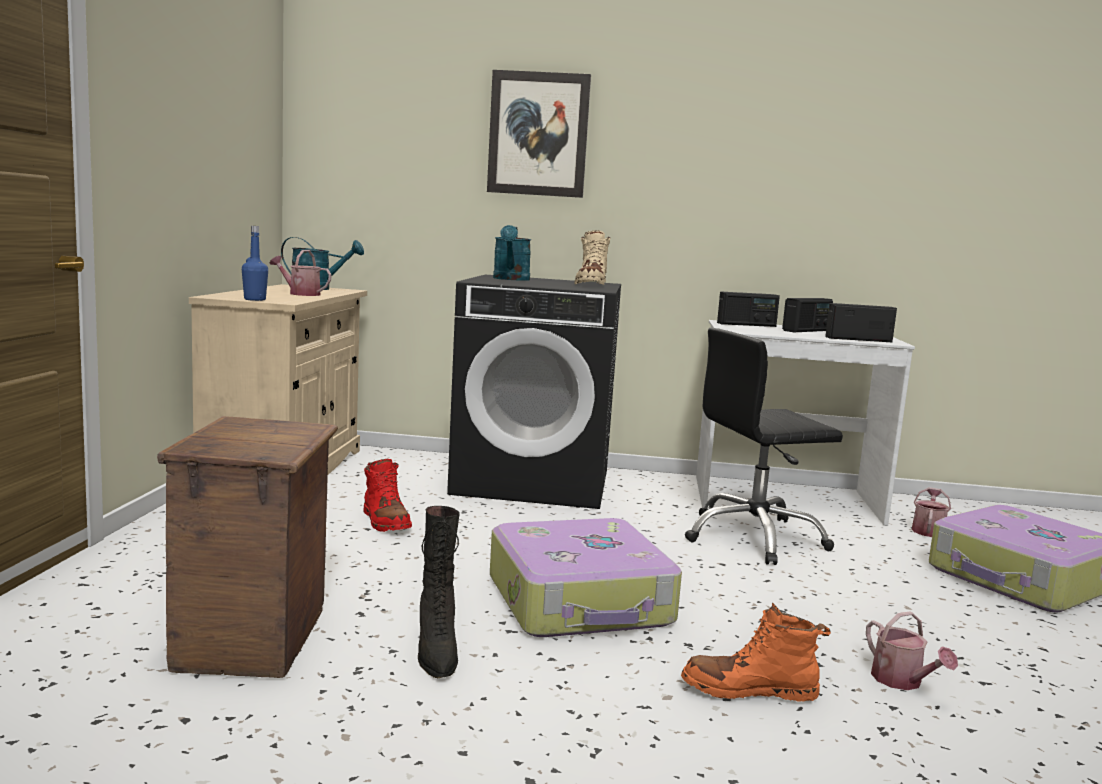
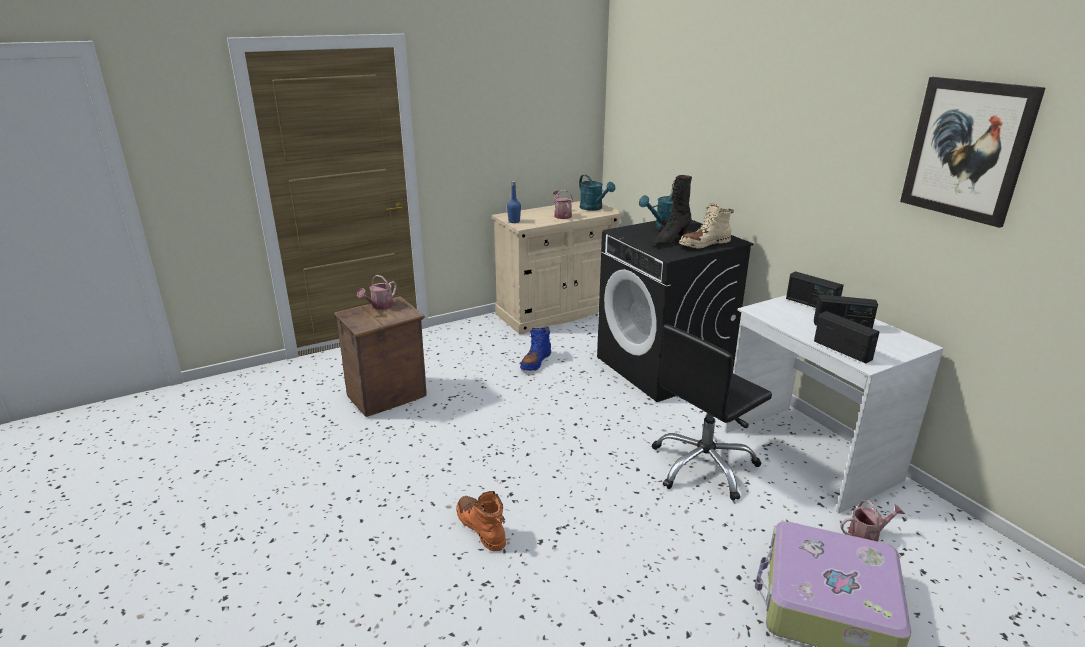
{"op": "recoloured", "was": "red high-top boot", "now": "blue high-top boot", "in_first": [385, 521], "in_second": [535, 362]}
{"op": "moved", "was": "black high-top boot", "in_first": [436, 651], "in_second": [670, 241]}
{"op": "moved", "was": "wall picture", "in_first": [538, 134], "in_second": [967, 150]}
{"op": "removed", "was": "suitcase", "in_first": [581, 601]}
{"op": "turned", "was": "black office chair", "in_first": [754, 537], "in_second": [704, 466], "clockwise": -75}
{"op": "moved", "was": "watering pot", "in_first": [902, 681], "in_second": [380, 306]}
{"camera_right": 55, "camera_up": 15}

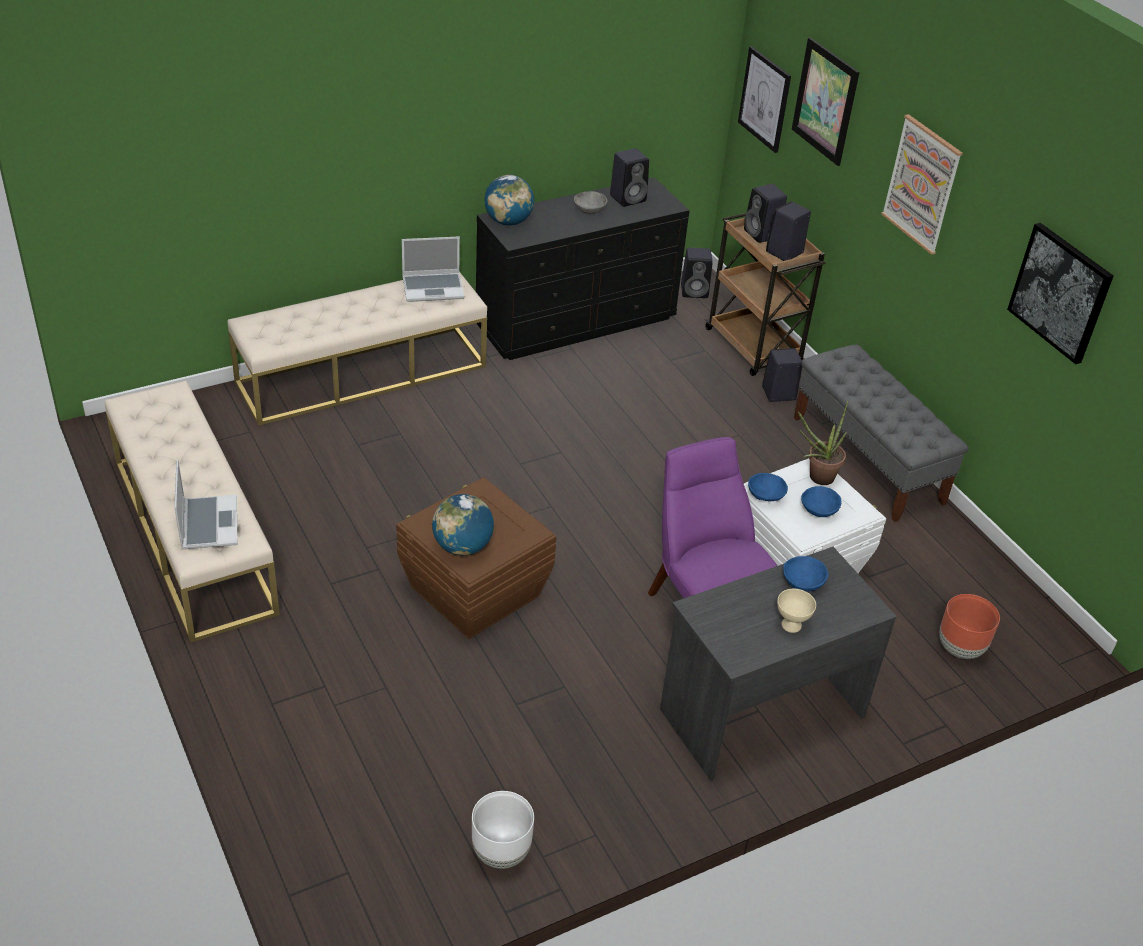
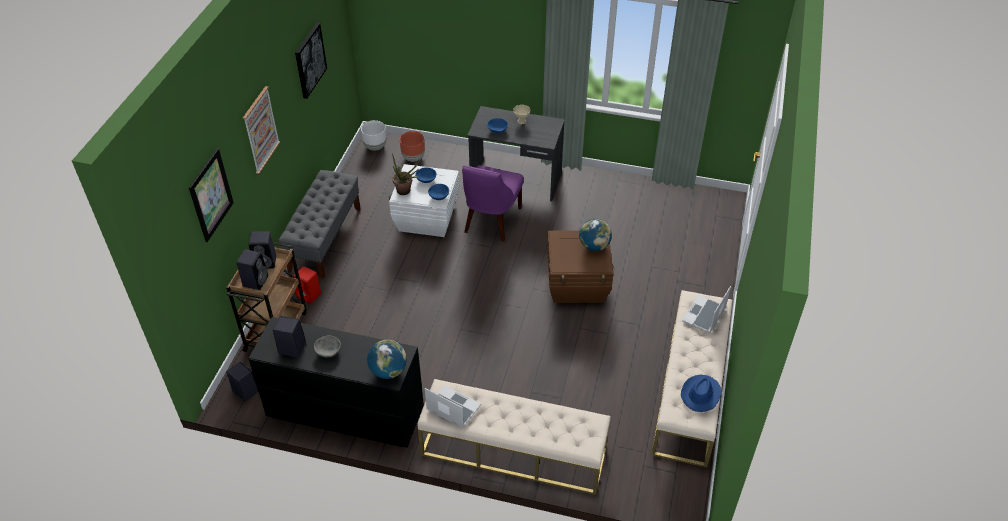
{"op": "moved", "was": "white-coloured plant pot", "in_first": [500, 852], "in_second": [375, 147]}
{"op": "removed", "was": "wall picture", "in_first": [765, 99]}
{"op": "recoloured", "was": "black loudspeaker", "now": "red loudspeaker", "in_first": [777, 394], "in_second": [310, 295]}
{"op": "added", "now": "blue clothing hat", "in_second": [700, 394]}
{"camera_right": -135, "camera_up": 5}

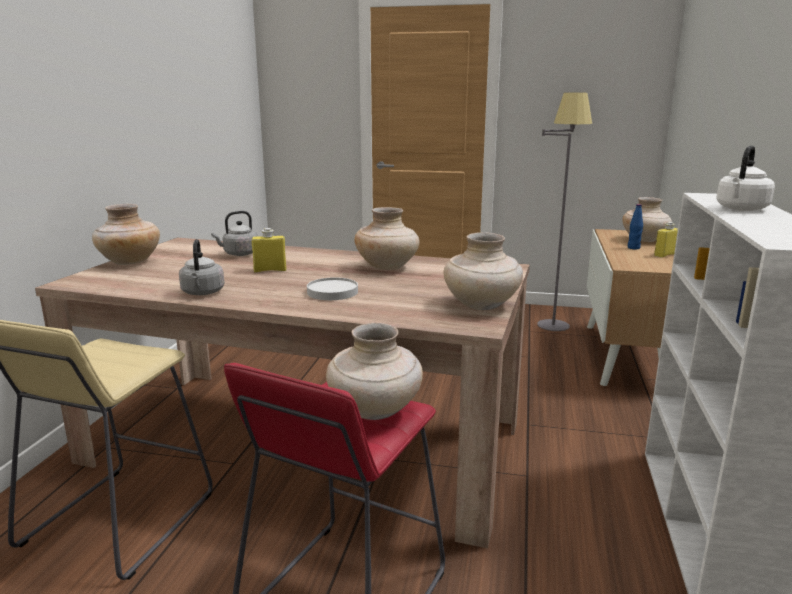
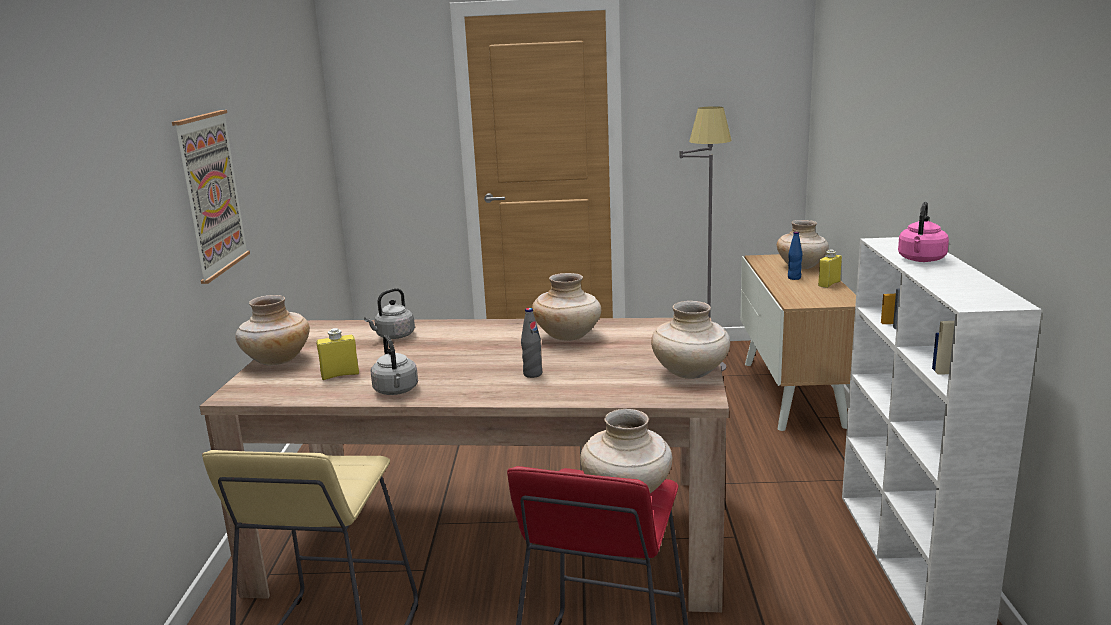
{"op": "moved", "was": "yellow-coloured drink bottle", "in_first": [270, 270], "in_second": [340, 375]}
{"op": "replaced", "was": "white-coloured plate", "now": "grey drink bottle", "in_first": [332, 292], "in_second": [532, 374]}
{"op": "recoloured", "was": "white-coloured water kettle", "now": "pinkish water kettle", "in_first": [741, 209], "in_second": [921, 260]}
{"op": "added", "now": "wall picture", "in_second": [211, 193]}
{"camera_right": -10, "camera_up": 0}

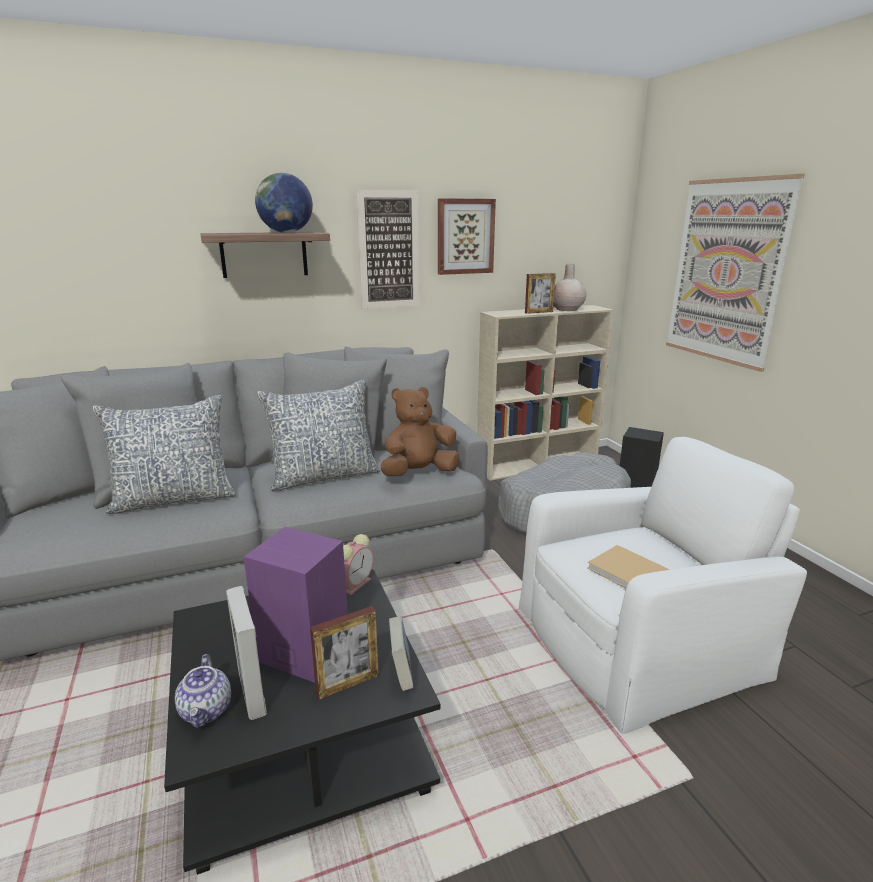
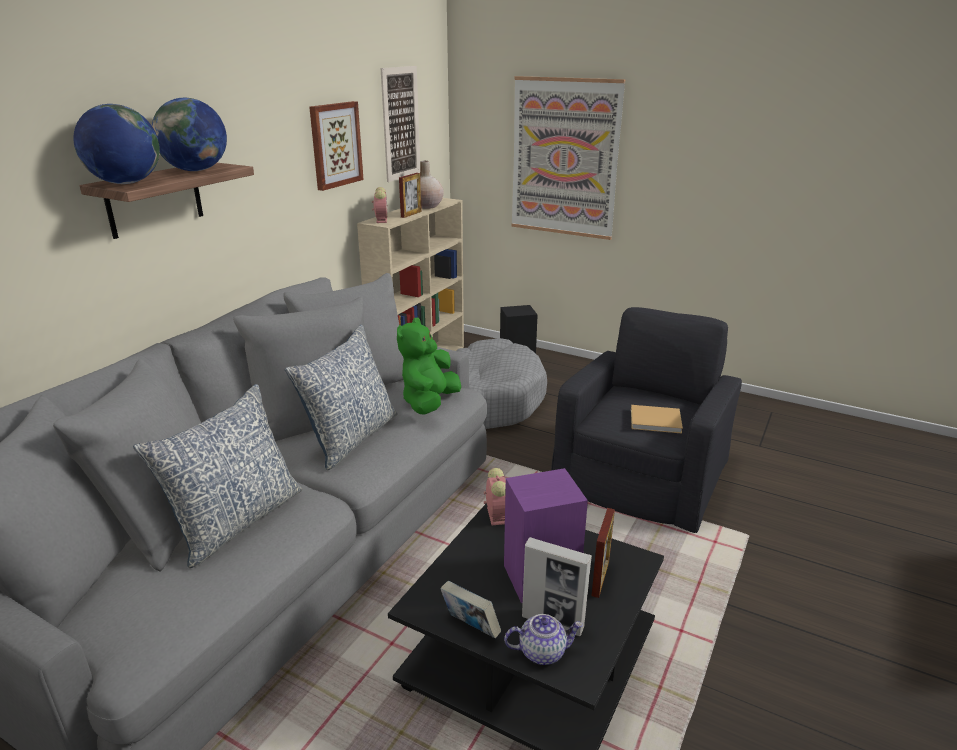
{"op": "turned", "was": "tea pot", "in_first": [207, 710], "in_second": [542, 651], "clockwise": -45}
{"op": "moved", "was": "wall picture", "in_first": [389, 250], "in_second": [401, 123]}
{"op": "recoloured", "was": "brown-coloured soft toy", "now": "green-coloured soft toy", "in_first": [419, 473], "in_second": [429, 403]}
{"op": "moved", "was": "bound book", "in_first": [401, 672], "in_second": [470, 627]}
{"op": "recoloured", "was": "white-coloured easy chair", "now": "black easy chair", "in_first": [640, 640], "in_second": [642, 472]}
{"op": "added", "now": "desk globe", "in_second": [125, 183]}
{"op": "added", "now": "table clock", "in_second": [381, 220]}
{"camera_right": -40, "camera_up": 5}

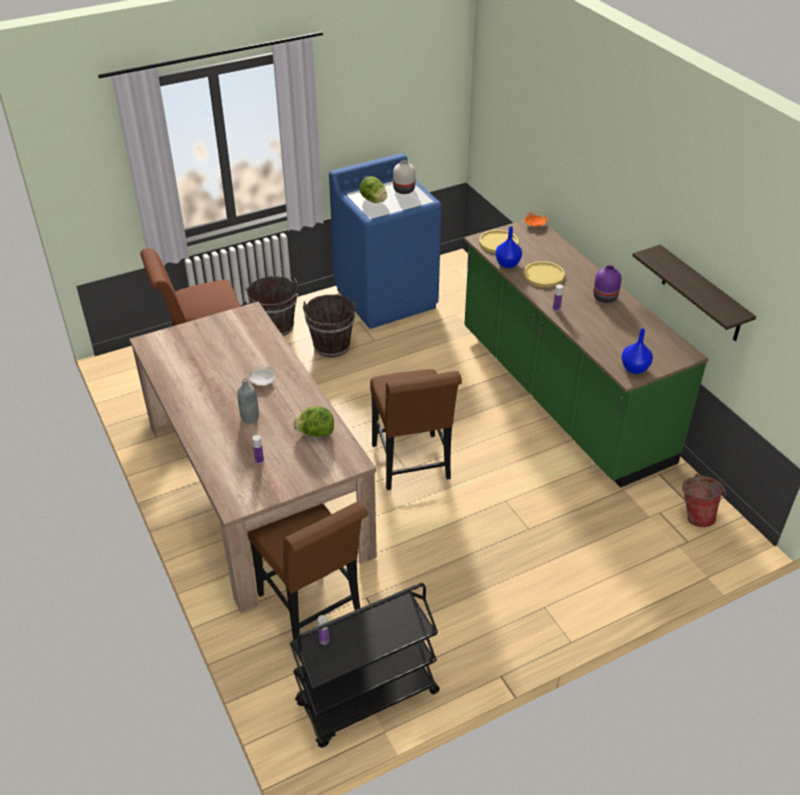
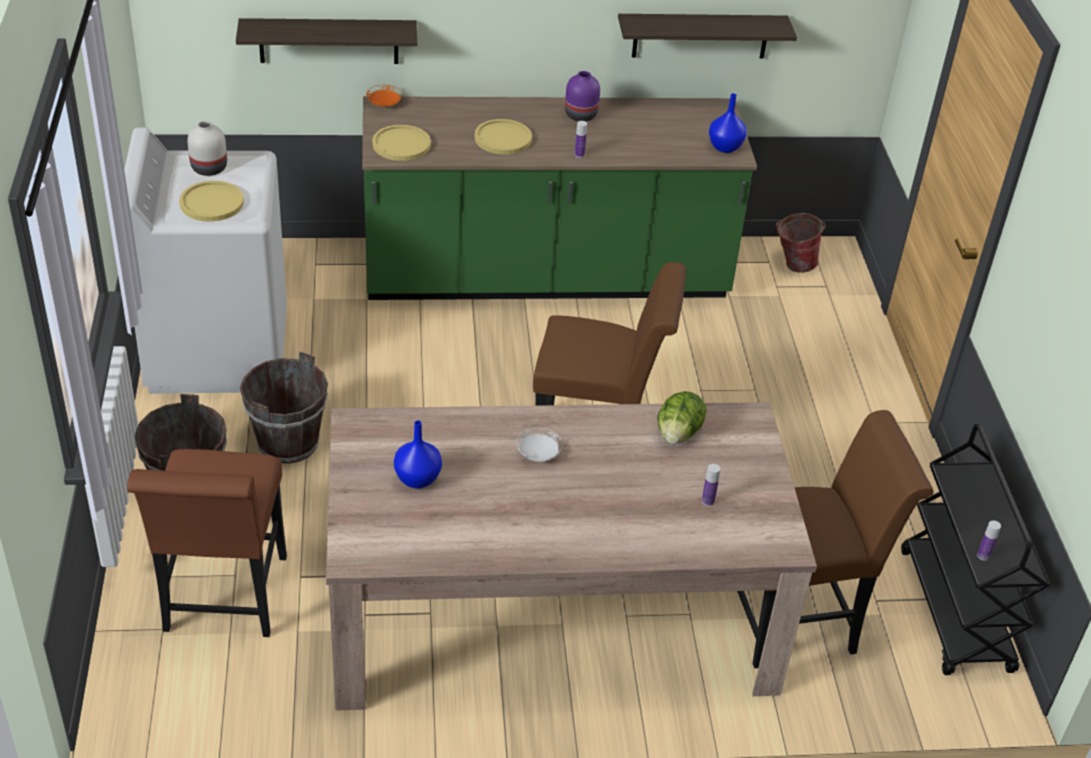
{"op": "removed", "was": "grey drink bottle", "in_first": [250, 418]}
{"op": "recoloured", "was": "blue laundry appliance", "now": "white-coloured laundry appliance", "in_first": [386, 298], "in_second": [217, 350]}
{"op": "replaced", "was": "lettuce head", "now": "yellow-coloured plate", "in_first": [373, 200], "in_second": [211, 203]}
{"op": "moved", "was": "blue vase", "in_first": [508, 264], "in_second": [418, 478]}
{"op": "added", "now": "wall shelf", "in_second": [328, 41]}
{"camera_right": -70, "camera_up": 0}

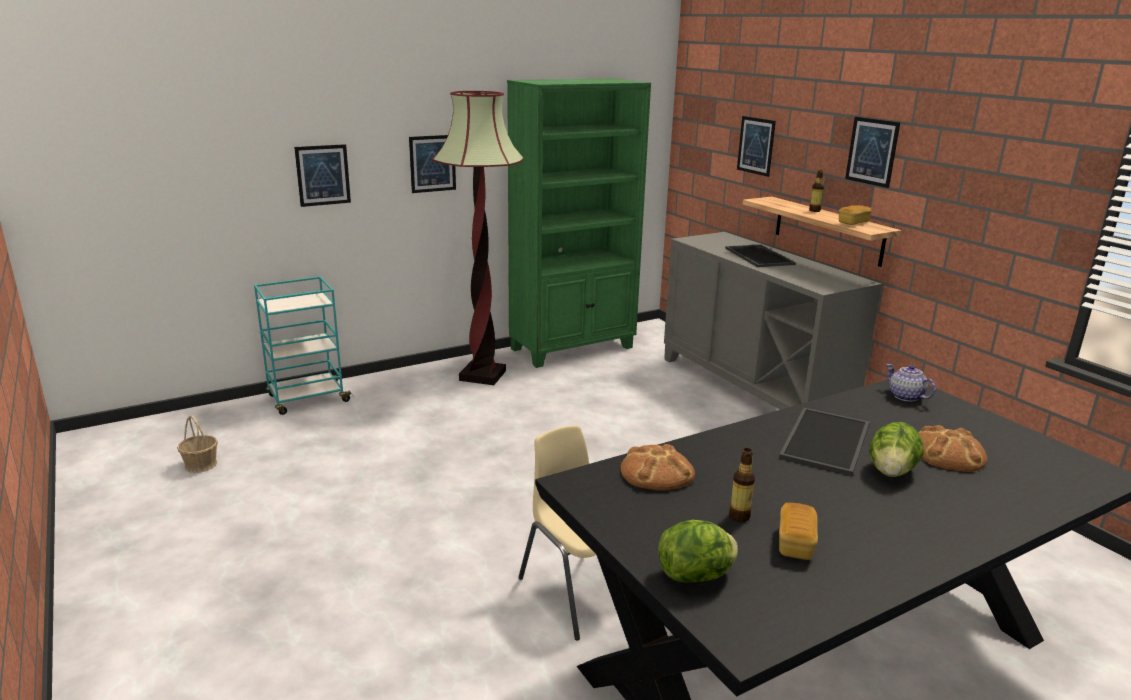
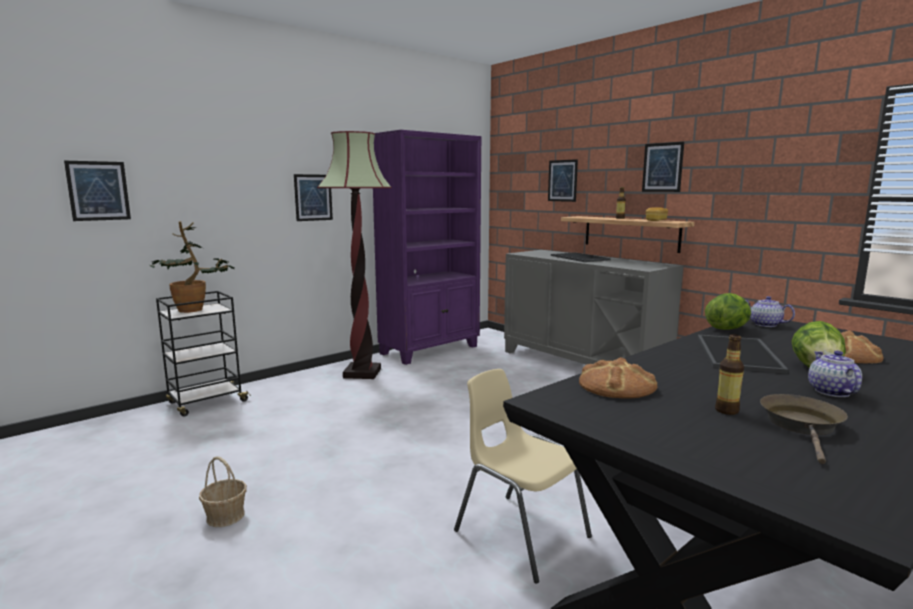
{"op": "moved", "was": "storage basket", "in_first": [201, 464], "in_second": [225, 516]}
{"op": "recoloured", "was": "turquoise wheeled cart", "now": "black wheeled cart", "in_first": [307, 399], "in_second": [206, 402]}
{"op": "moved", "was": "wall picture", "in_first": [323, 175], "in_second": [98, 191]}
{"op": "recoloured", "was": "green-coloured shelving unit", "now": "purple-coloured shelving unit", "in_first": [573, 348], "in_second": [430, 350]}
{"op": "moved", "was": "lettuce head", "in_first": [696, 576], "in_second": [727, 329]}
{"op": "replaced", "was": "bread", "now": "brown-coloured pan", "in_first": [795, 543], "in_second": [802, 426]}
{"op": "added", "now": "houseplant", "in_second": [196, 310]}
{"op": "added", "now": "tea pot", "in_second": [831, 391]}
{"camera_right": -10, "camera_up": -10}

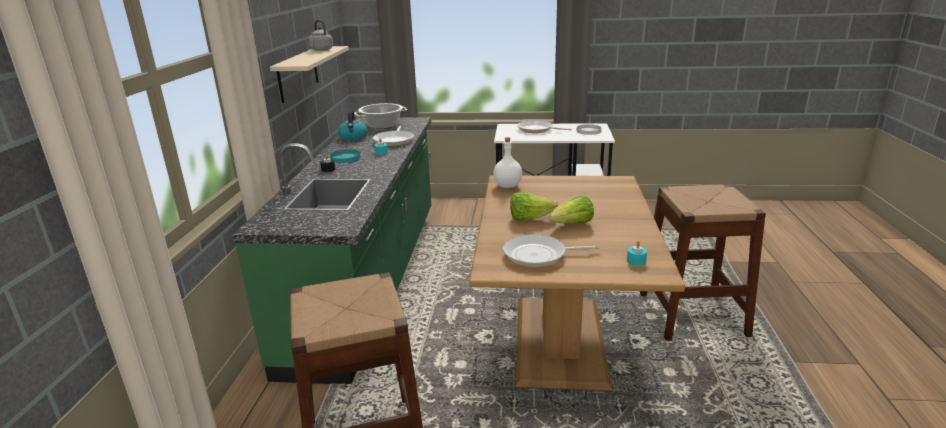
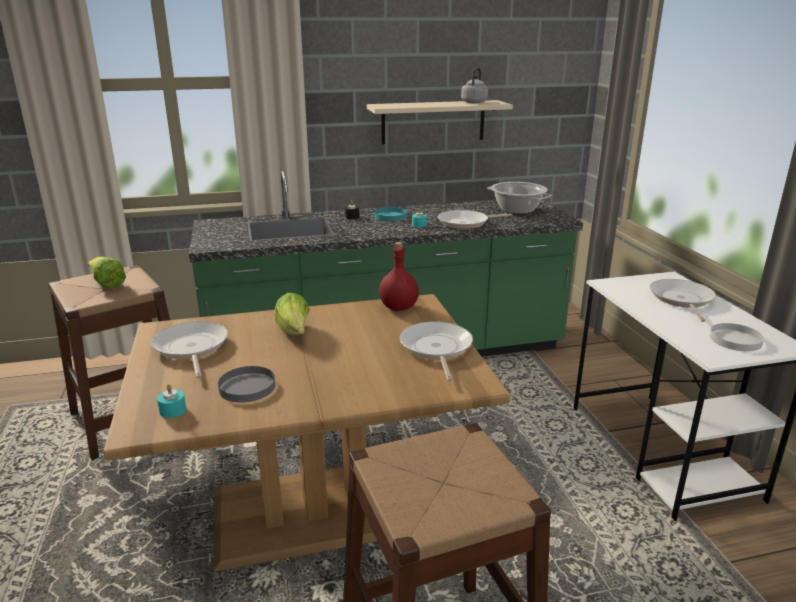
{"op": "removed", "was": "water kettle", "in_first": [353, 137]}
{"op": "recoloured", "was": "white-coloured drink bottle", "now": "red drink bottle", "in_first": [507, 186], "in_second": [398, 307]}
{"op": "moved", "was": "lettuce head", "in_first": [572, 225], "in_second": [107, 284]}
{"op": "added", "now": "grey plate", "in_second": [247, 387]}
{"op": "added", "now": "pan", "in_second": [436, 349]}
{"camera_right": 70, "camera_up": 0}

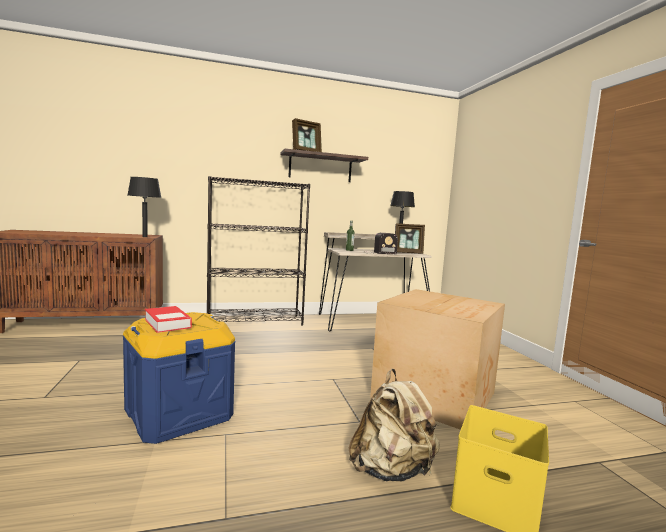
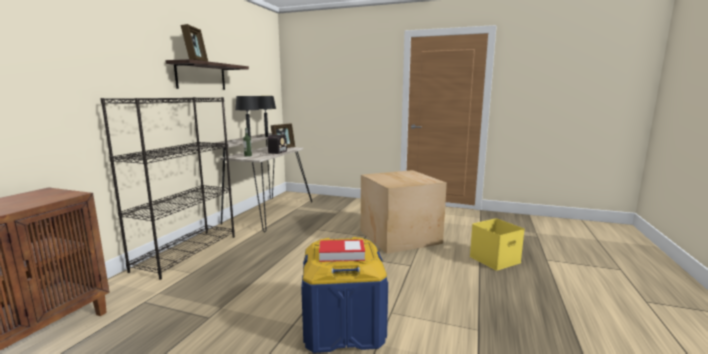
{"op": "moved", "was": "black lamp for a table", "in_first": [145, 237], "in_second": [249, 140]}
{"op": "removed", "was": "beige rucksack", "in_first": [392, 470]}
{"camera_right": -55, "camera_up": 5}

